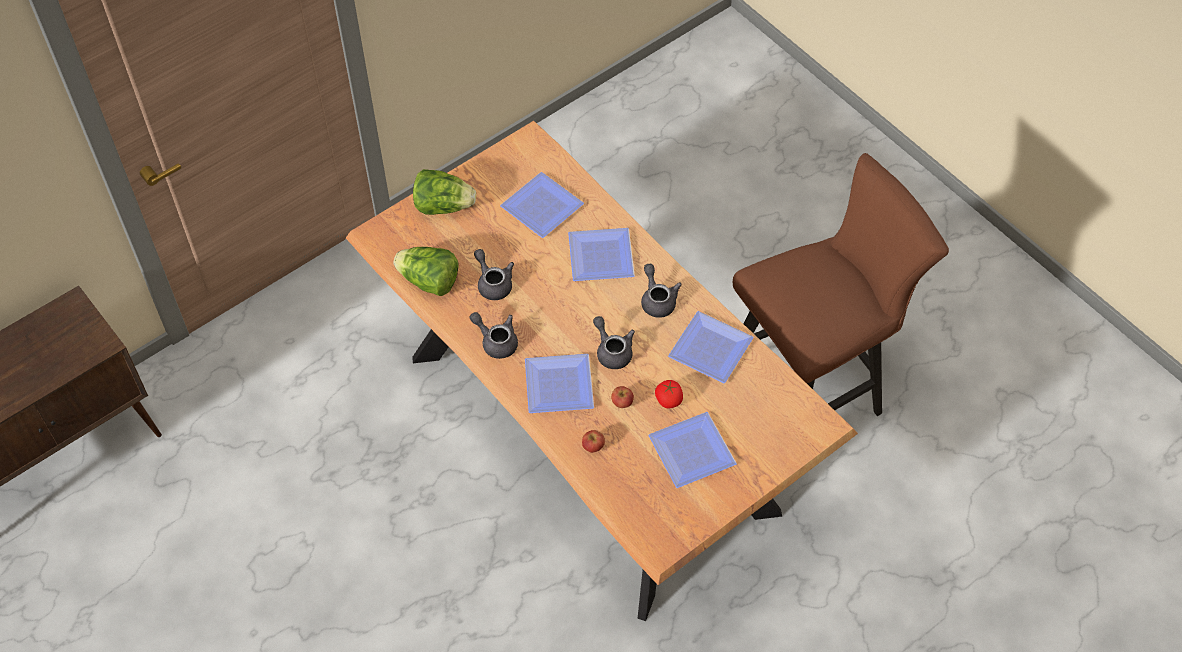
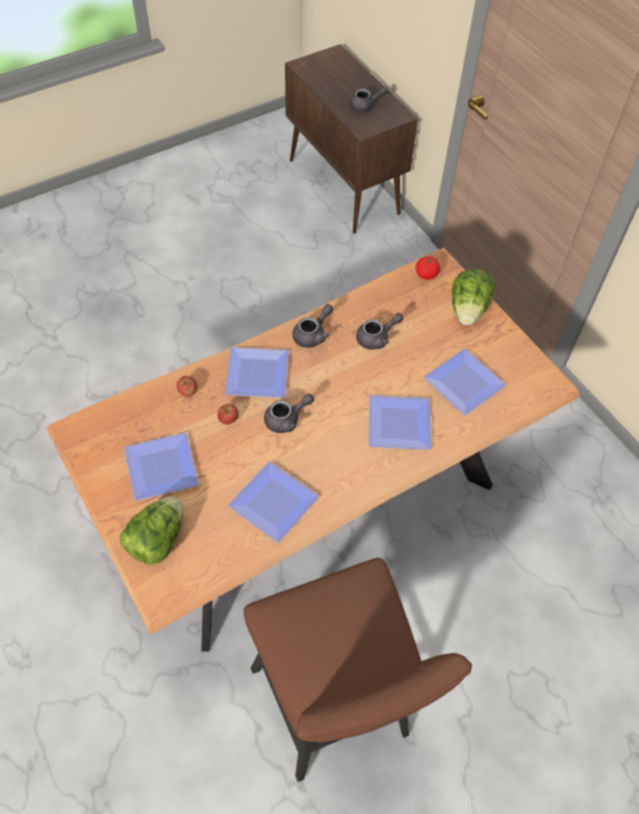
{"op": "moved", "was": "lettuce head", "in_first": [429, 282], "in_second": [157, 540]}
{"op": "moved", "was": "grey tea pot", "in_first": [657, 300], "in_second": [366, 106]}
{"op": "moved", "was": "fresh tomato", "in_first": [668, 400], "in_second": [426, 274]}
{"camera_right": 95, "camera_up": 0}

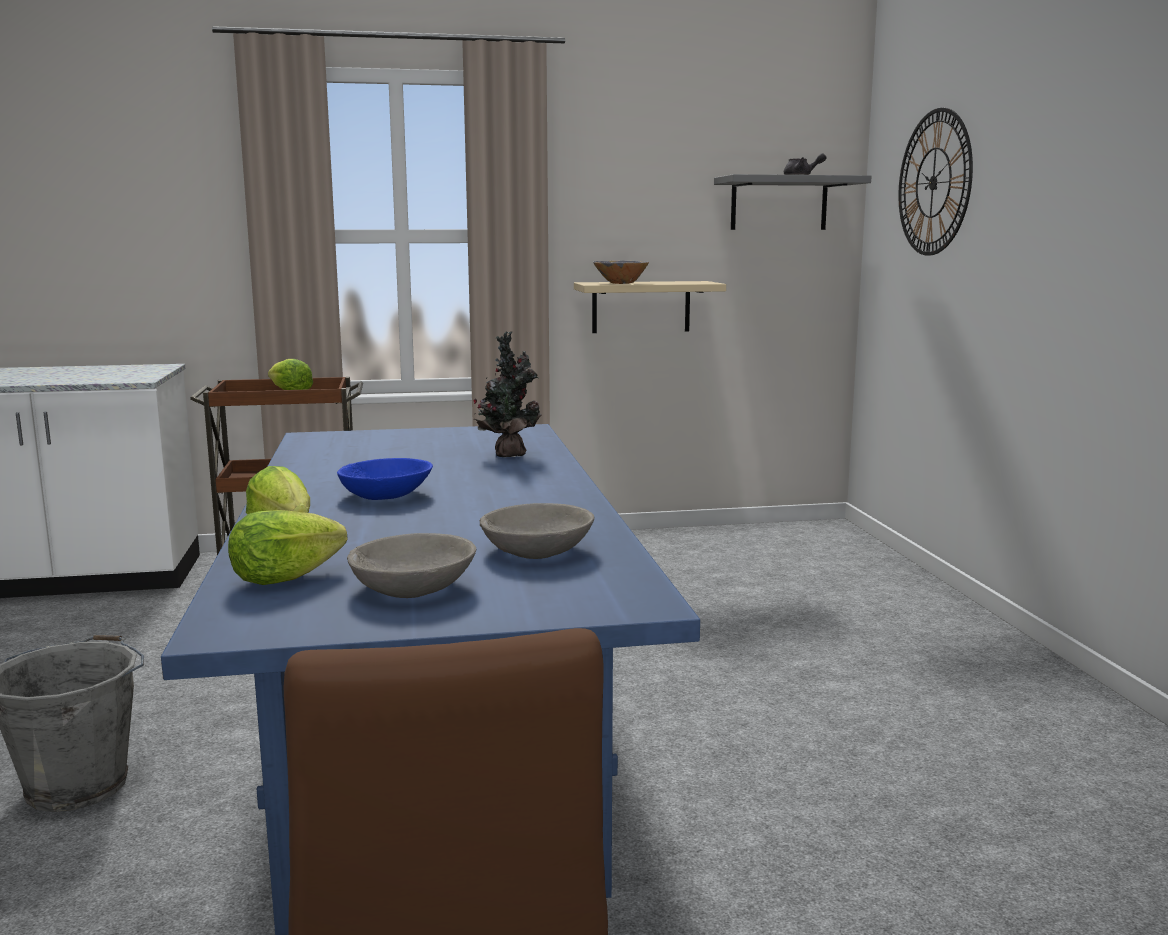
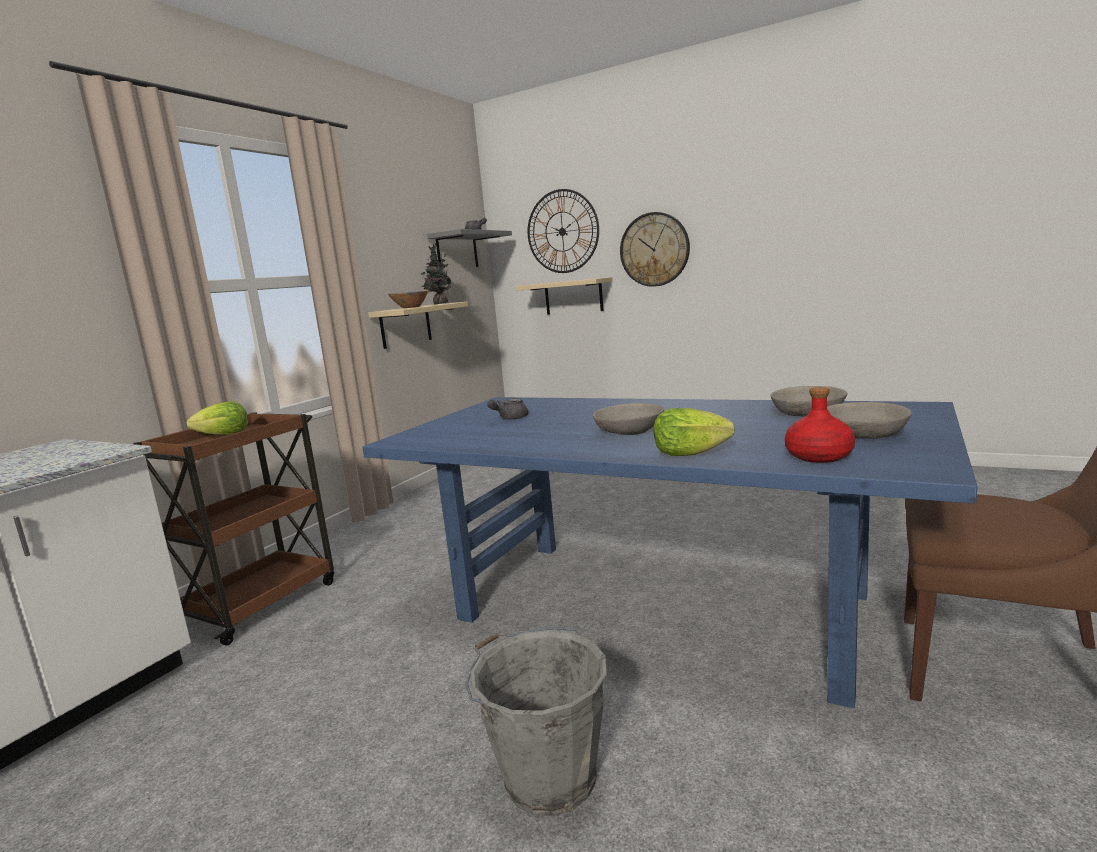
{"op": "replaced", "was": "lettuce head", "now": "red drink bottle", "in_first": [284, 578], "in_second": [818, 456]}
{"op": "recoloured", "was": "blue serving bowl", "now": "grey serving bowl", "in_first": [386, 494], "in_second": [629, 431]}
{"op": "moved", "was": "houseplant", "in_first": [508, 454], "in_second": [439, 303]}
{"op": "added", "now": "grey tea pot", "in_second": [509, 418]}
{"op": "added", "now": "beige wall shelf", "in_second": [573, 296]}
{"op": "added", "now": "clock on the wall", "in_second": [654, 249]}
{"camera_right": -50, "camera_up": 0}

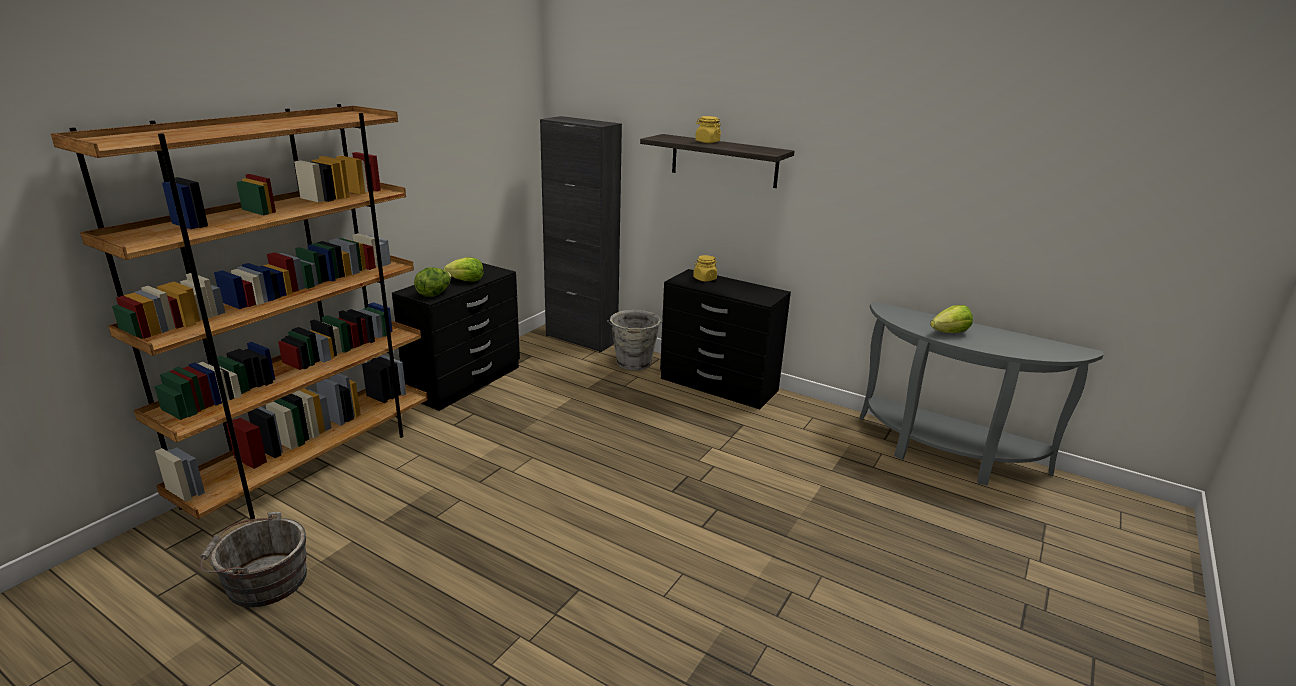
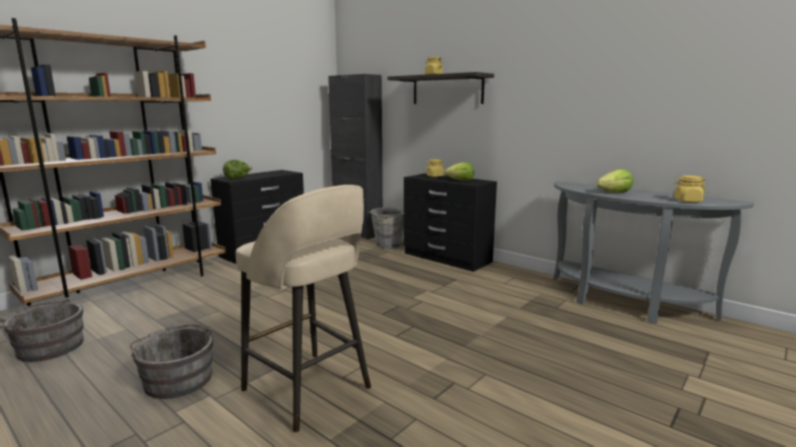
{"op": "moved", "was": "lettuce head", "in_first": [466, 281], "in_second": [460, 180]}
{"op": "added", "now": "grey bucket", "in_second": [177, 378]}
{"op": "added", "now": "beige stool", "in_second": [309, 390]}
{"op": "added", "now": "yellow-coloured jar", "in_second": [687, 201]}
{"camera_right": 10, "camera_up": -10}

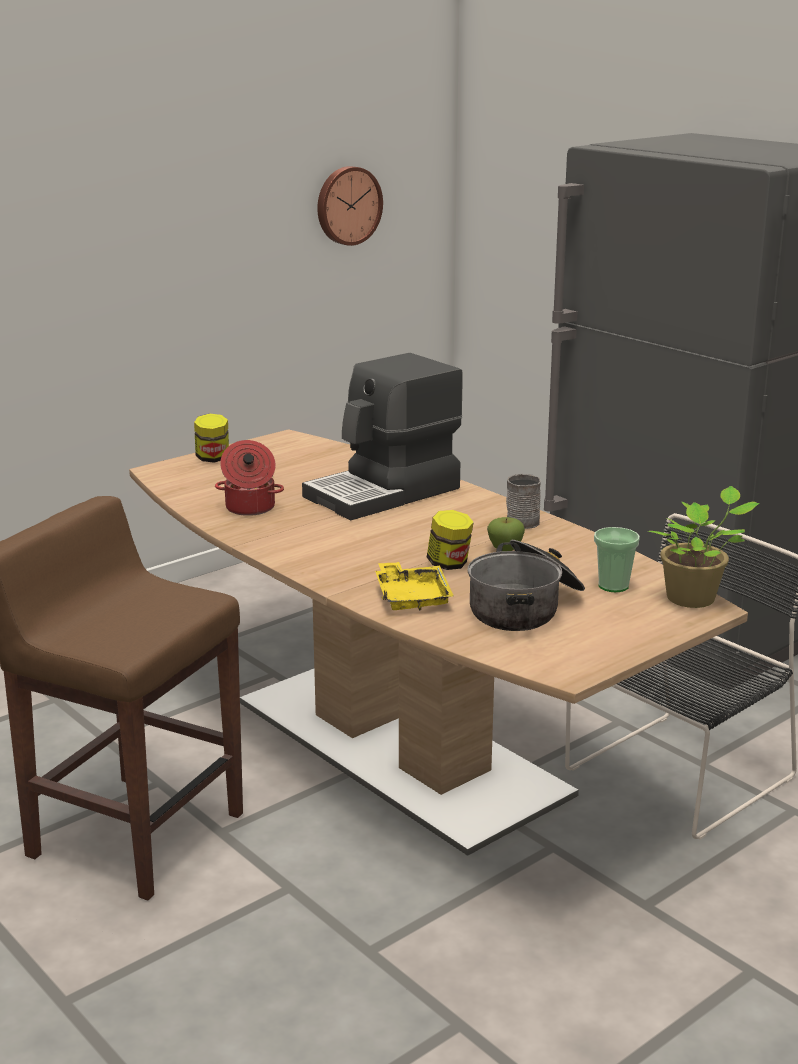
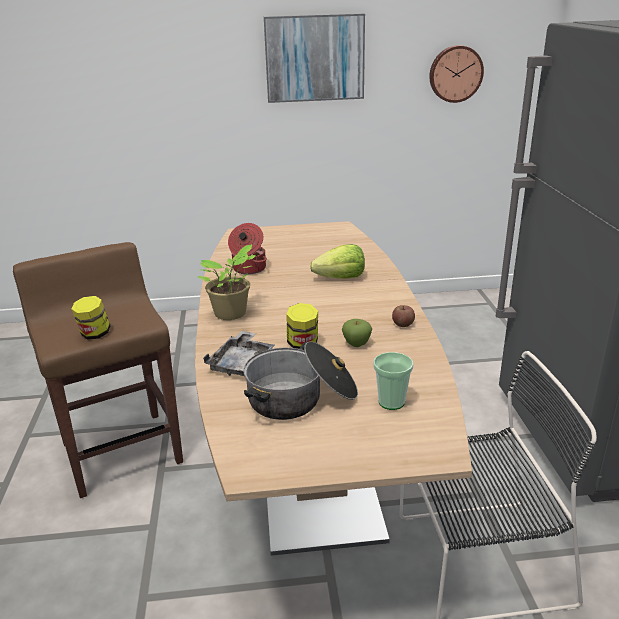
{"op": "moved", "was": "jar", "in_first": [212, 458], "in_second": [94, 334]}
{"op": "replaced", "was": "coffee machine", "now": "lettuce head", "in_first": [385, 493], "in_second": [341, 278]}
{"op": "recoloured", "was": "yellow-coloured tray", "now": "grey tray", "in_first": [412, 597], "in_second": [242, 363]}
{"op": "replaced", "was": "grey coffee mug", "now": "whole apple", "in_first": [524, 520], "in_second": [403, 324]}
{"op": "moved", "was": "houseplant", "in_first": [694, 599], "in_second": [231, 314]}
{"op": "added", "now": "wall picture", "in_second": [314, 58]}
{"camera_right": 35, "camera_up": 5}

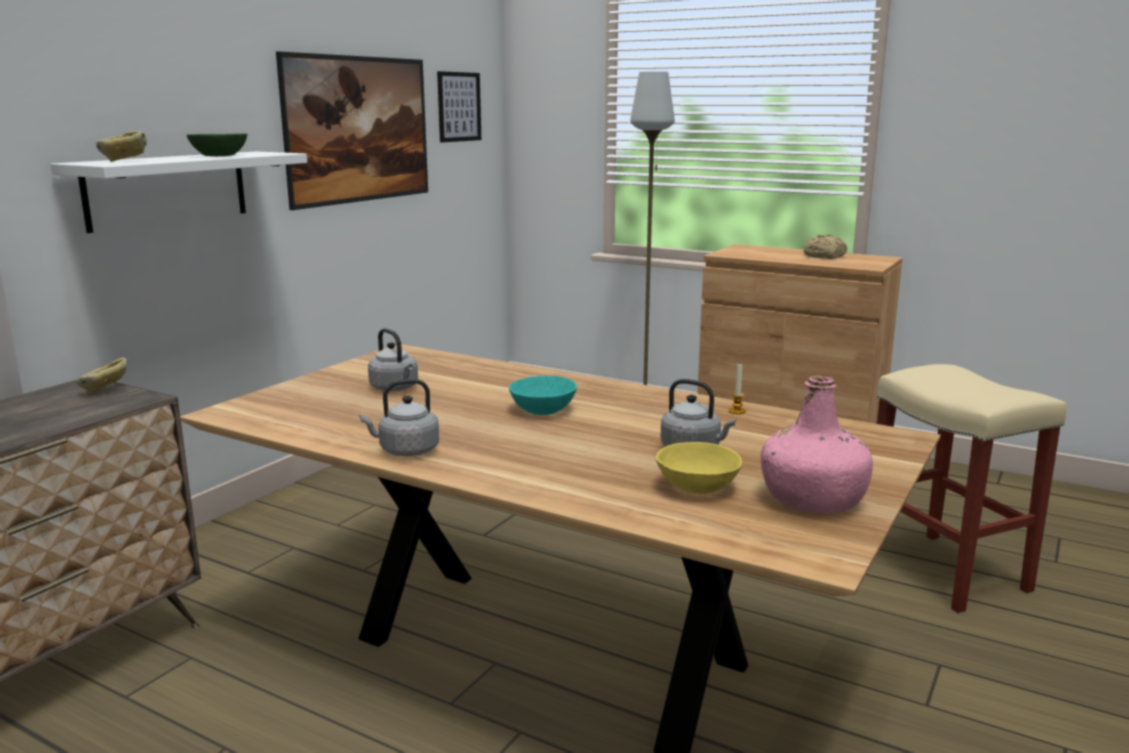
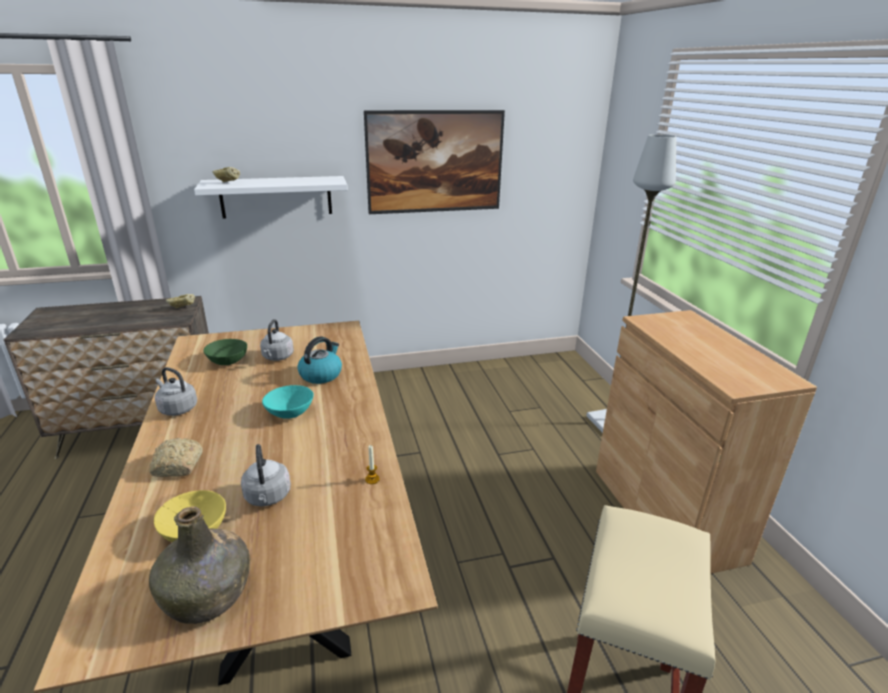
{"op": "moved", "was": "green-coloured serving bowl", "in_first": [219, 155], "in_second": [227, 361]}
{"op": "removed", "was": "wall picture", "in_first": [459, 107]}
{"op": "recoloured", "was": "pinkish drink bottle", "now": "green-coloured drink bottle", "in_first": [813, 499], "in_second": [208, 594]}
{"op": "moved", "was": "bread", "in_first": [825, 256], "in_second": [177, 466]}
{"op": "added", "now": "water kettle", "in_second": [321, 374]}
{"camera_right": 45, "camera_up": 10}

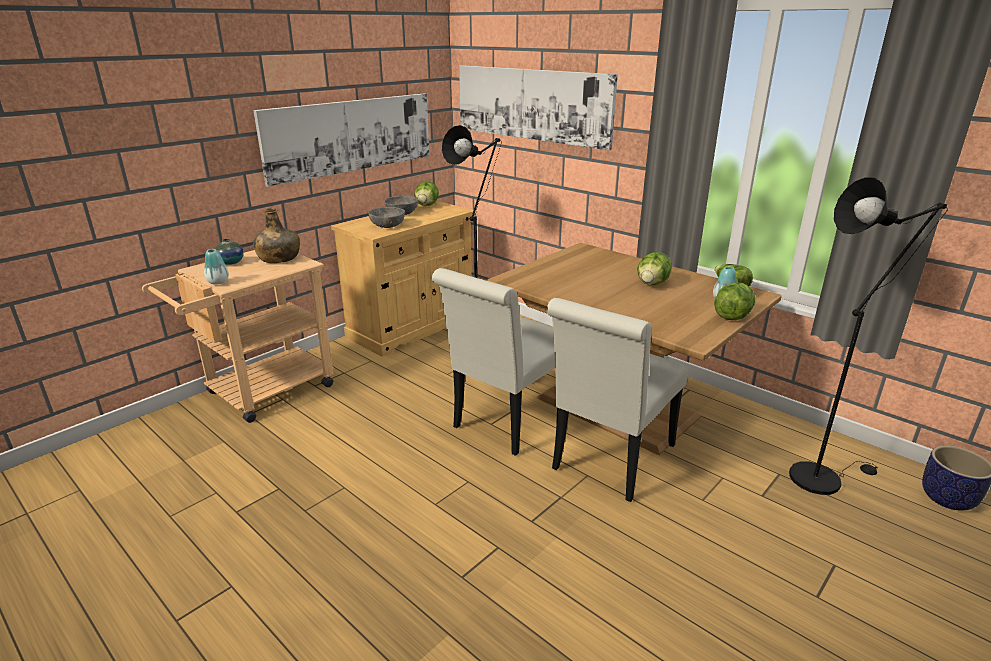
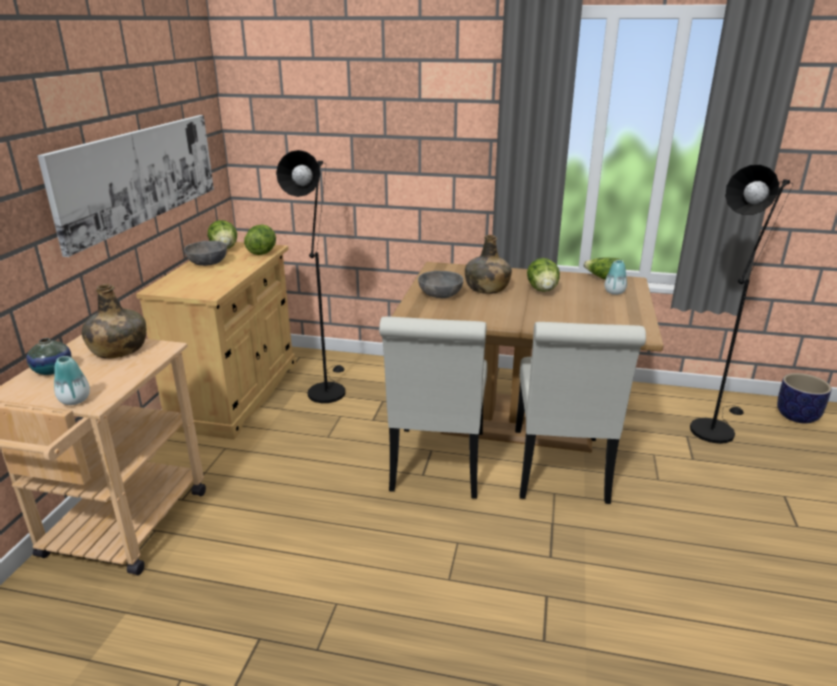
{"op": "moved", "was": "grey serving bowl", "in_first": [387, 226], "in_second": [440, 295]}
{"op": "removed", "was": "wall picture", "in_first": [531, 104]}
{"op": "moved", "was": "lettuce head", "in_first": [732, 316], "in_second": [262, 252]}
{"op": "added", "now": "green-coloured drink bottle", "in_second": [486, 288]}
{"camera_right": -30, "camera_up": 0}

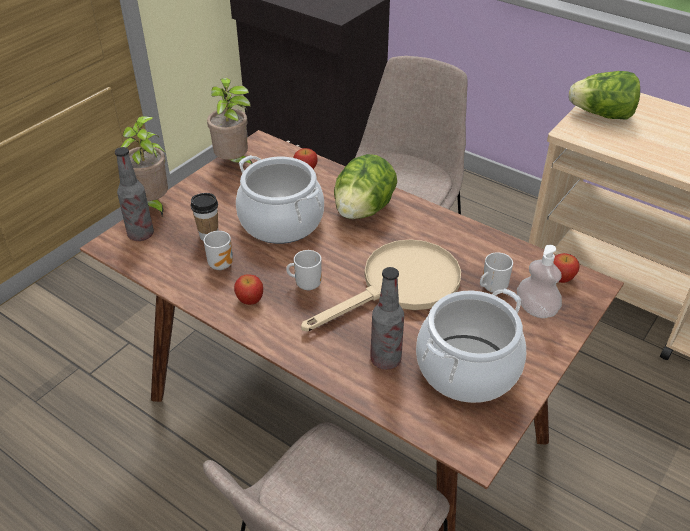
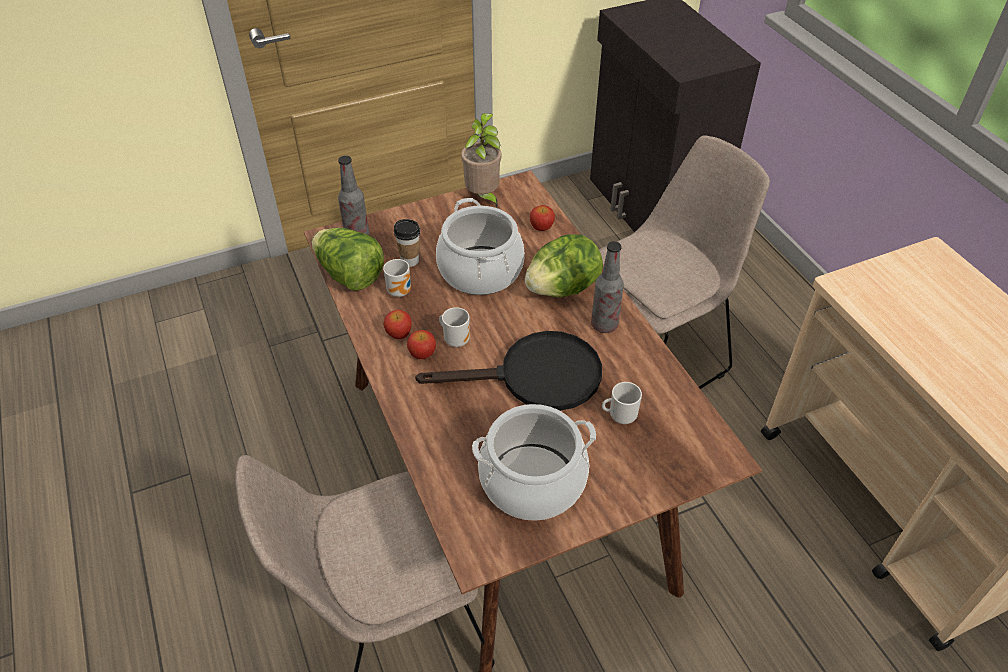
{"op": "removed", "was": "houseplant", "in_first": [153, 205]}
{"op": "recoloured", "was": "beige pan", "now": "black pan", "in_first": [400, 286], "in_second": [535, 377]}
{"op": "moved", "was": "drink bottle", "in_first": [385, 359], "in_second": [604, 325]}
{"op": "removed", "was": "liquid soap bottle", "in_first": [536, 309]}
{"op": "moved", "was": "whole apple", "in_first": [561, 278], "in_second": [422, 354]}
{"op": "moved", "was": "lettuce head", "in_first": [601, 115], "in_second": [349, 275]}
{"camera_right": 30, "camera_up": 5}

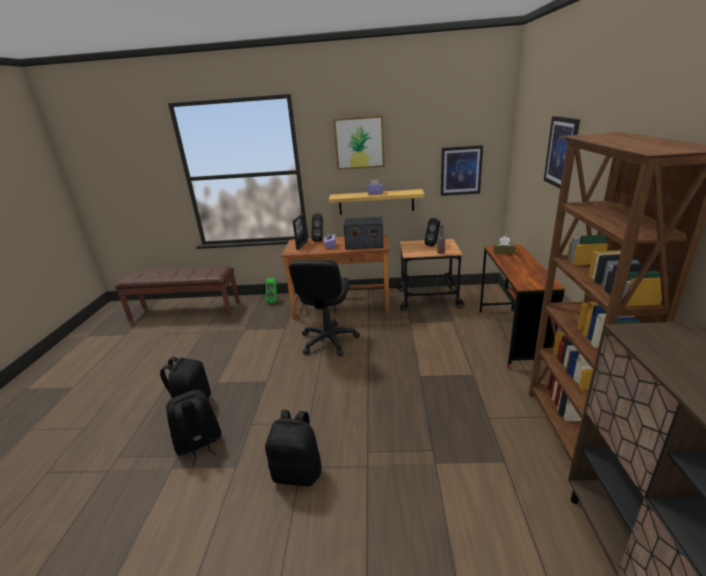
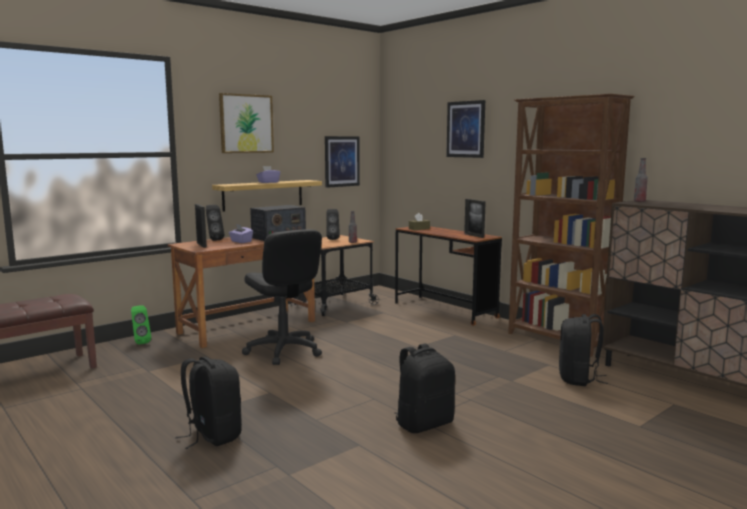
{"op": "moved", "was": "black rucksack", "in_first": [199, 444], "in_second": [578, 379]}
{"op": "added", "now": "standing frame", "in_second": [474, 235]}
{"op": "added", "now": "drink bottle", "in_second": [639, 201]}
{"camera_right": -45, "camera_up": -15}

